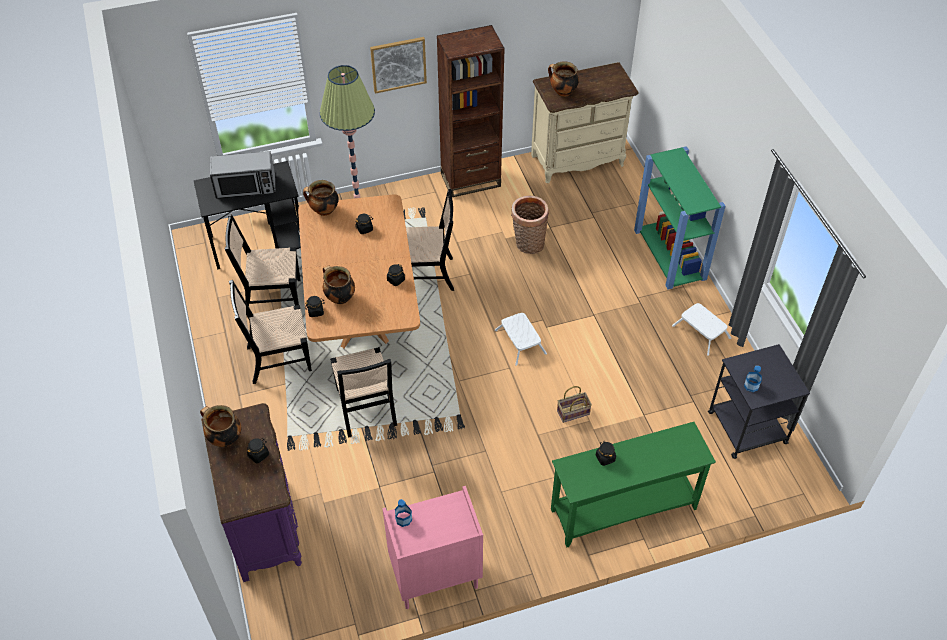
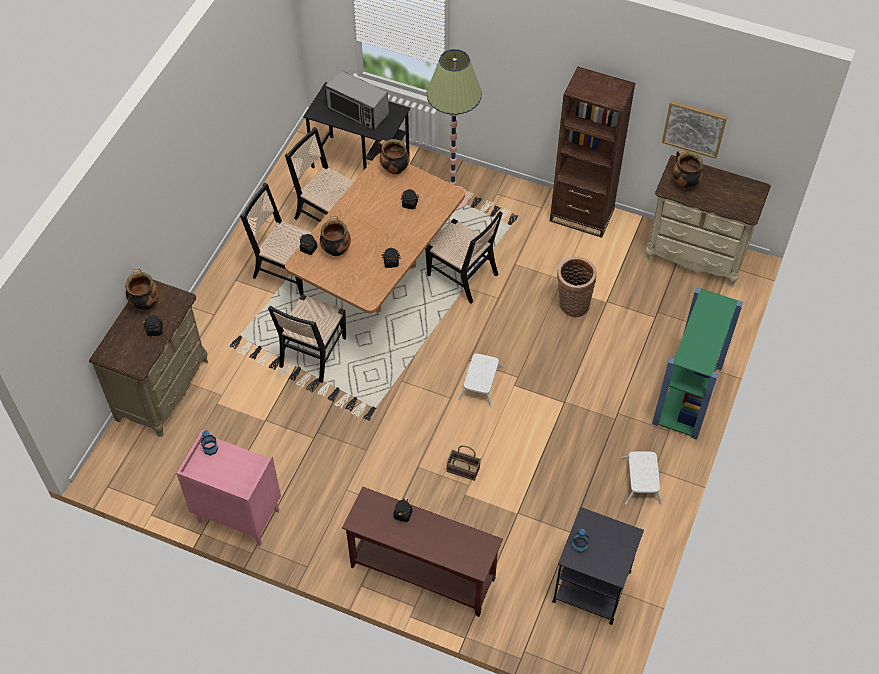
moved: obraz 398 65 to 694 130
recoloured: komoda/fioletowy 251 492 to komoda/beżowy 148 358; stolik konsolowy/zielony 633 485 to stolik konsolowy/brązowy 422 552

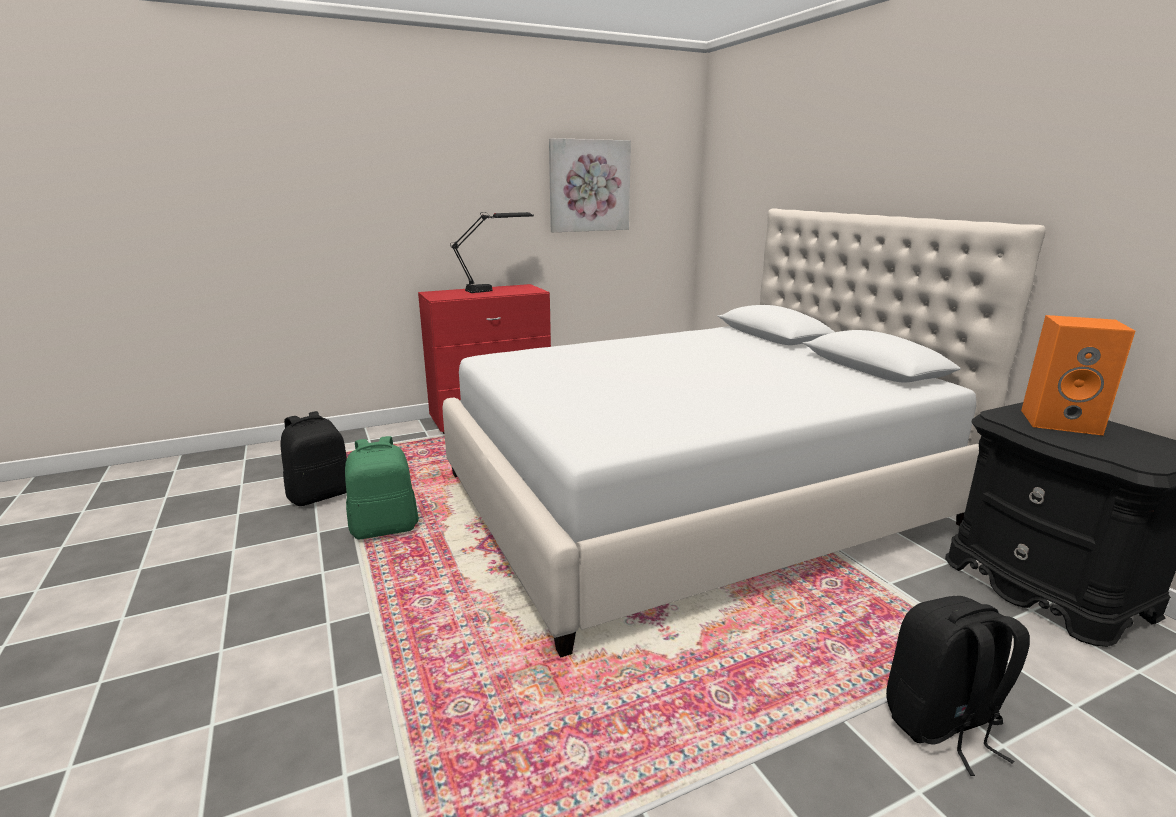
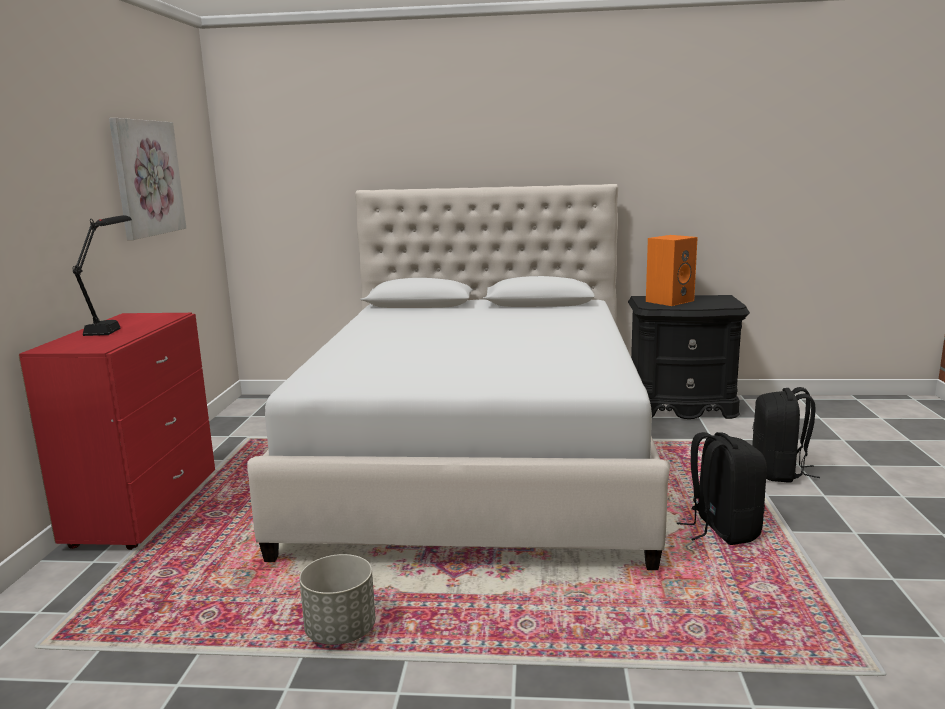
moved: plecak/czarny 314 458 to 722 488
replaced: plecak/zielony 382 488 to donica/szary 337 599

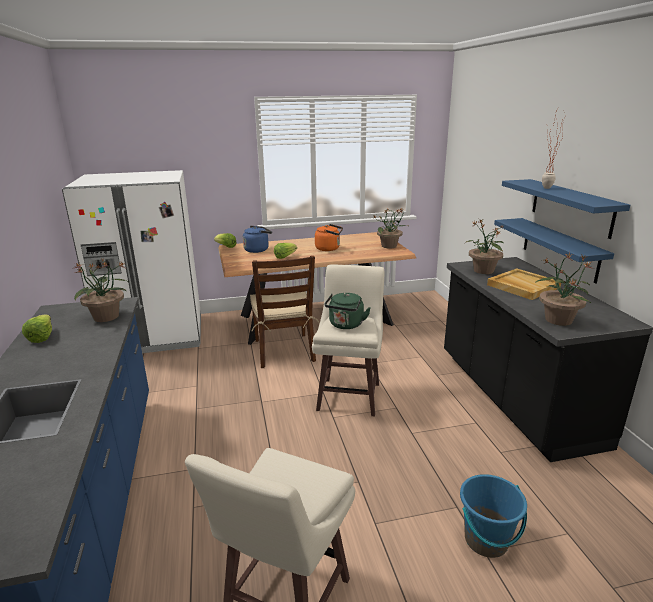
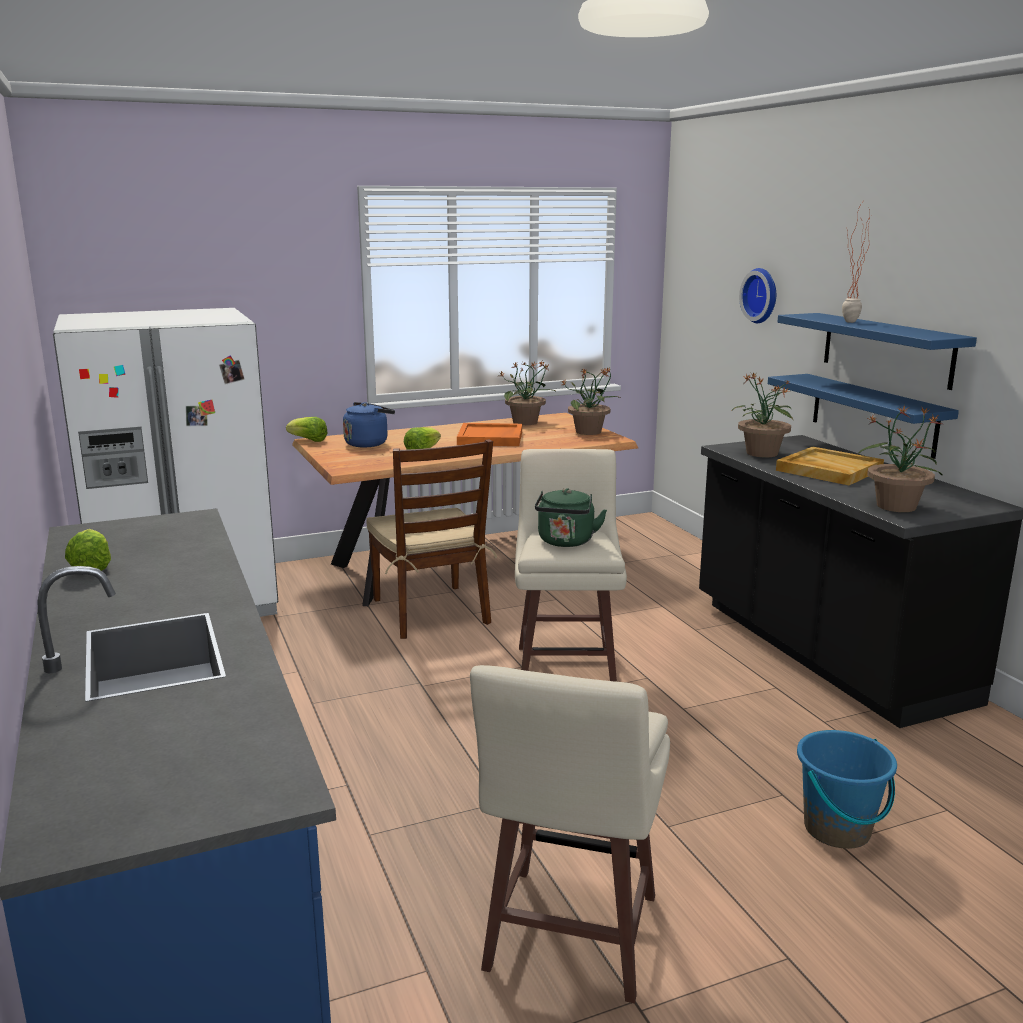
added: zegar ścienny 757 295
moved: roślina doniczkowa 100 290 to 528 393
replaced: czajnik/pomarańczowy 329 237 to taca/pomarańczowy 489 434

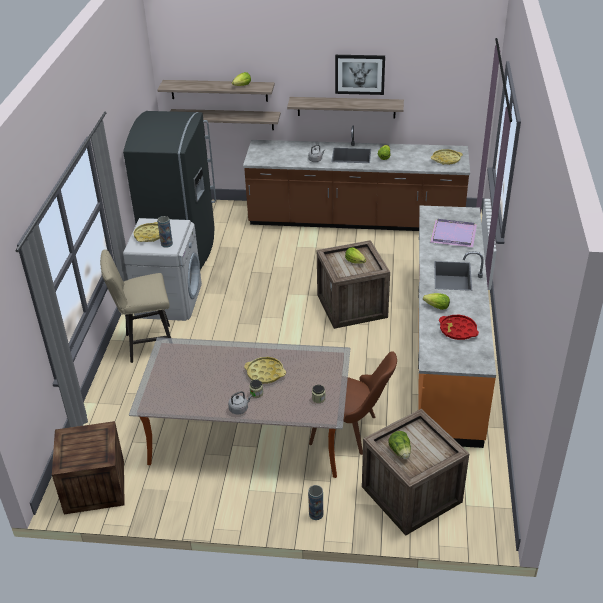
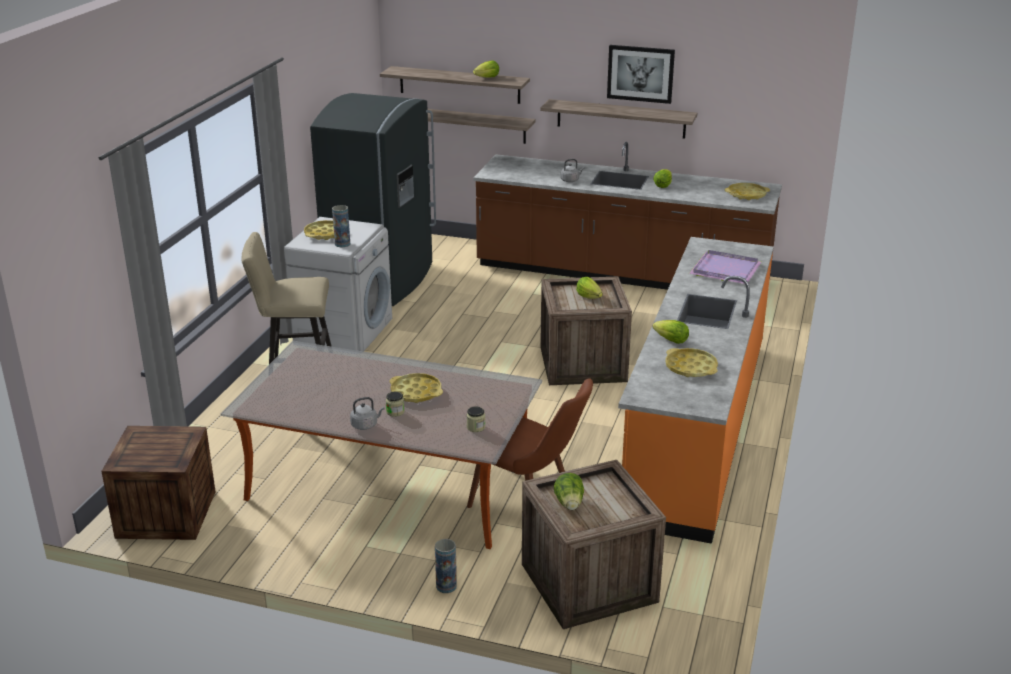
recoloured: taca/czerwony 459 327 to taca/żółty 691 362

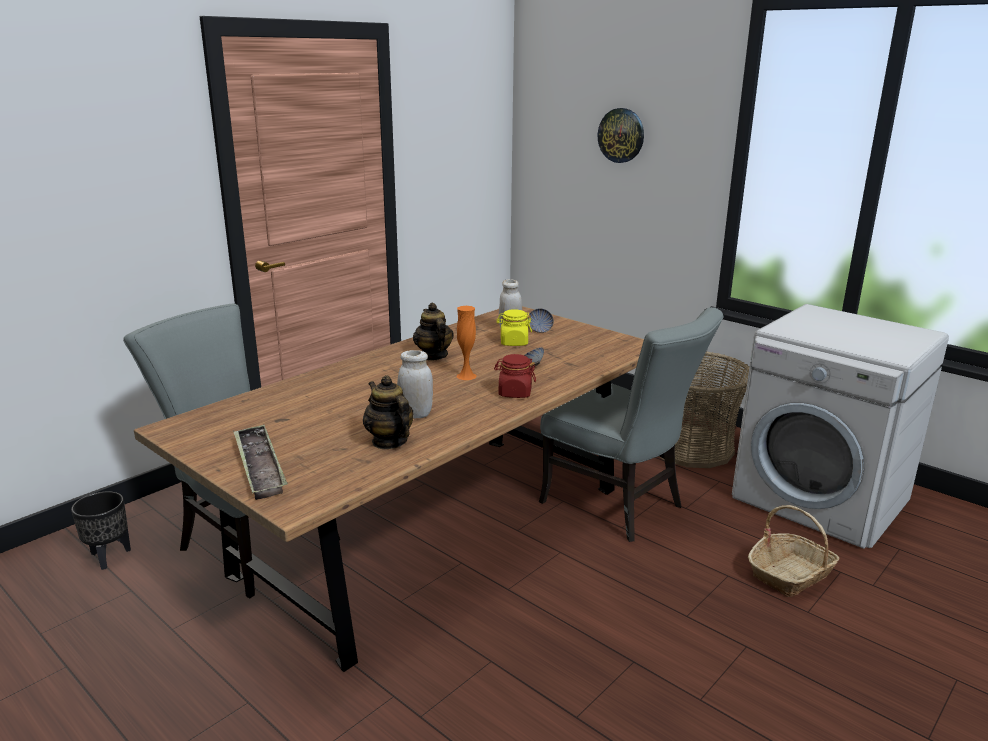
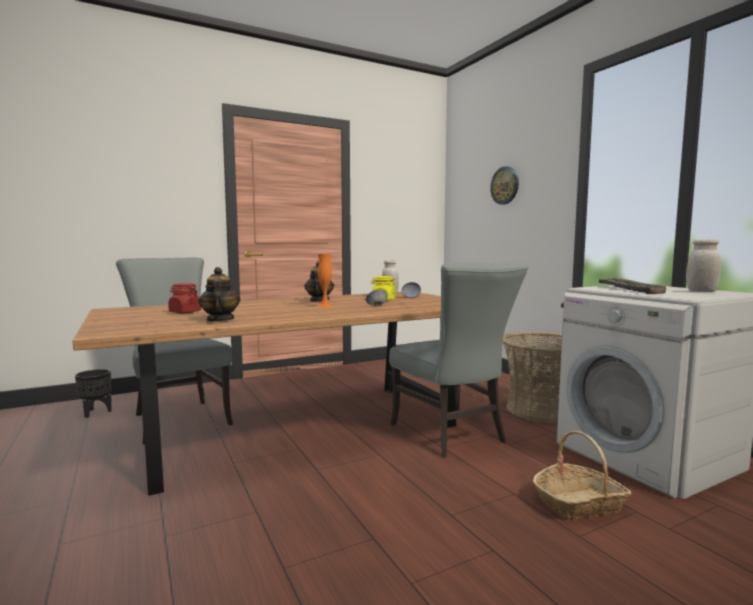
moved: taca 260 462 to 635 286; słoik/biały 415 384 to 703 265; słoik/czerwony 515 376 to 184 298

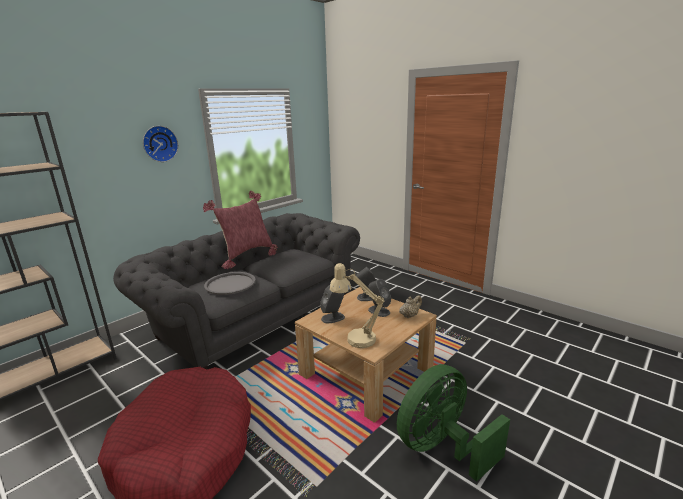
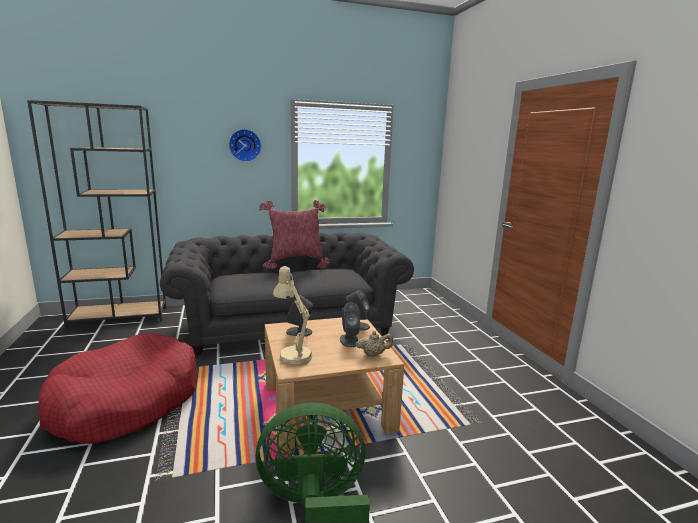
removed: taca/szary 229 283

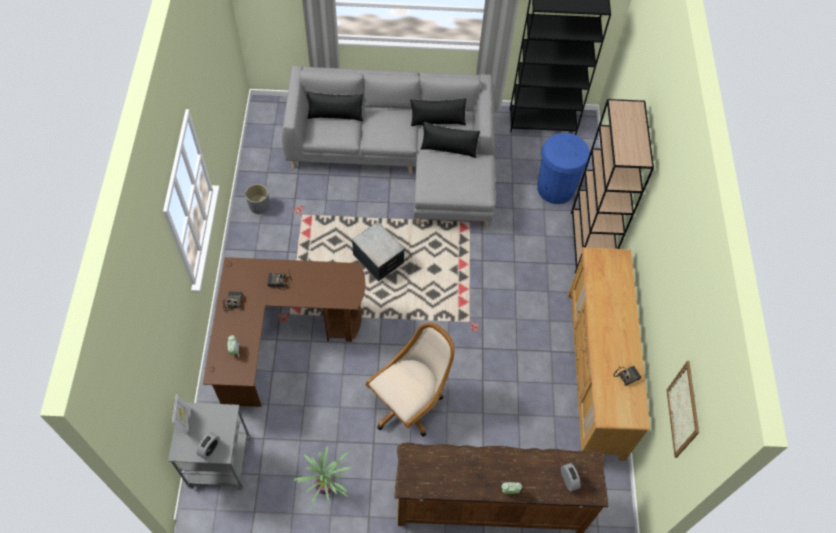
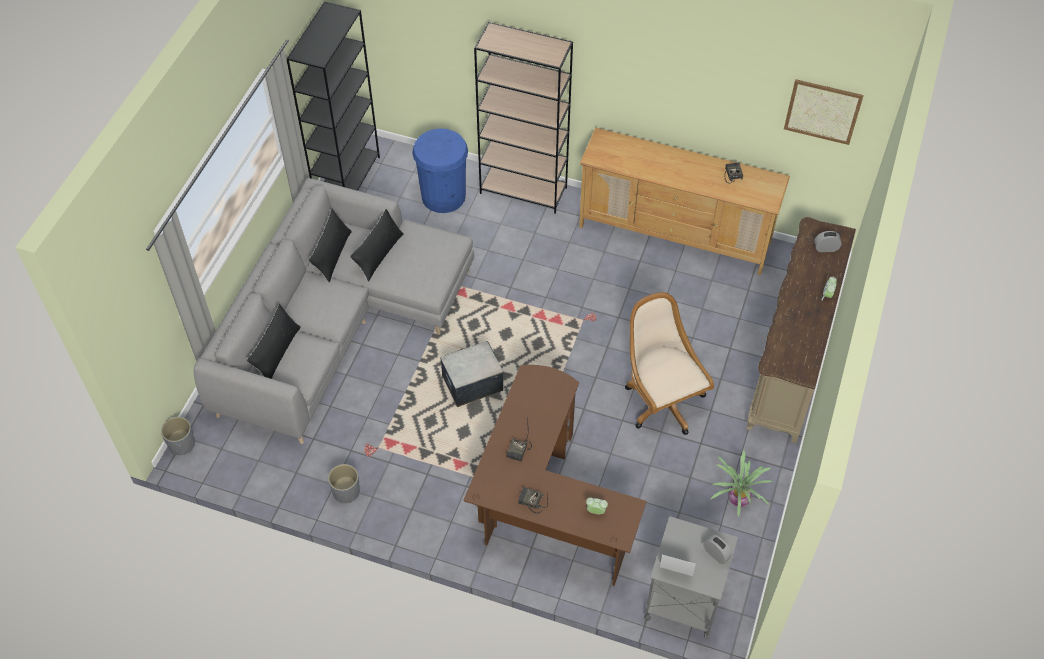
added: donica/szary 178 436

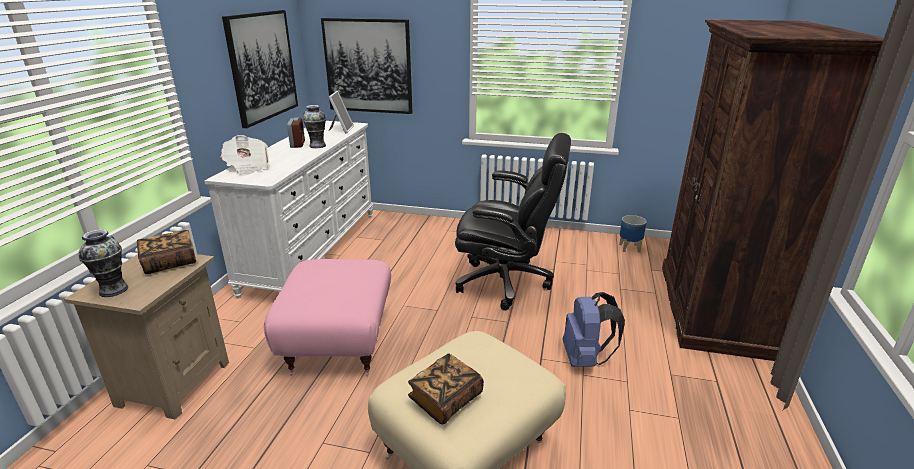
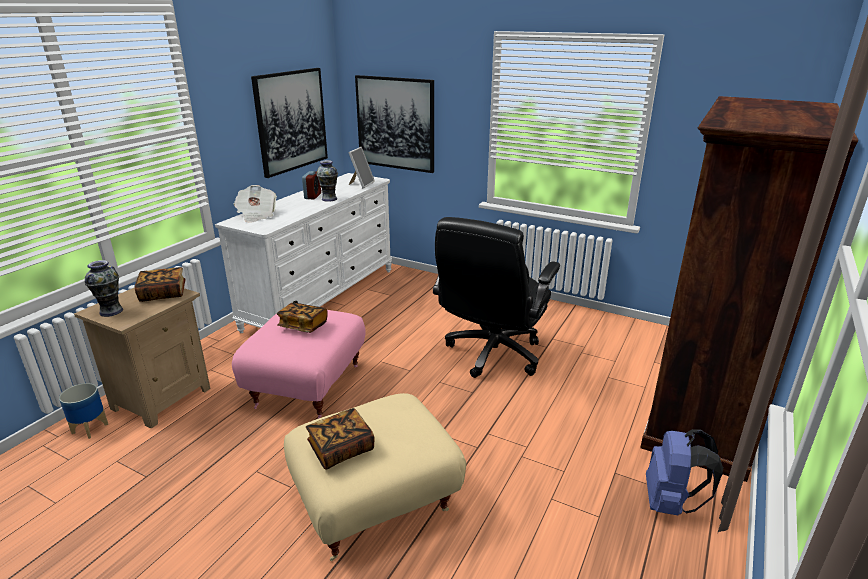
added: książka 302 318
moved: plecak/niebieski 594 329 to 684 472; donica 633 234 to 83 411
turned: krzesło biurowe/czarny 513 221 = 496 297 90 degrees clockwise

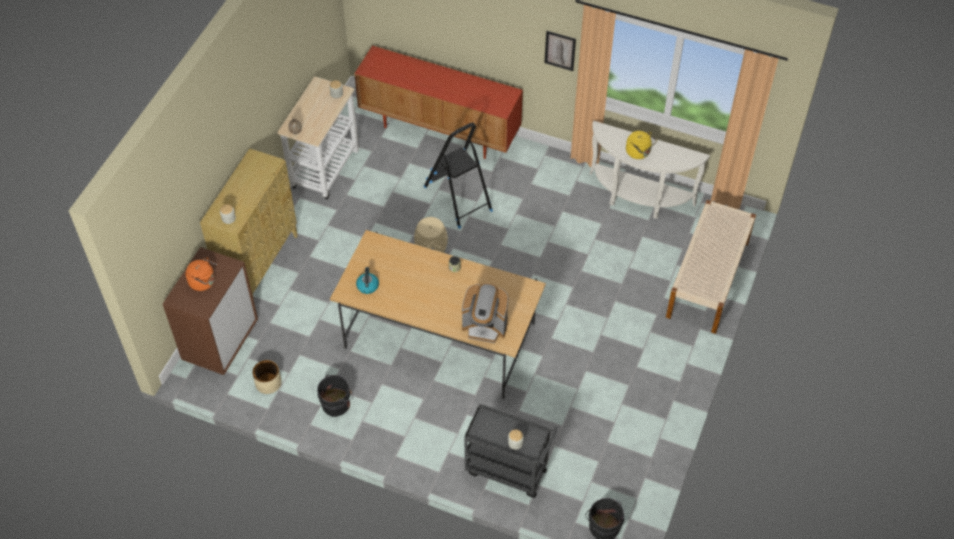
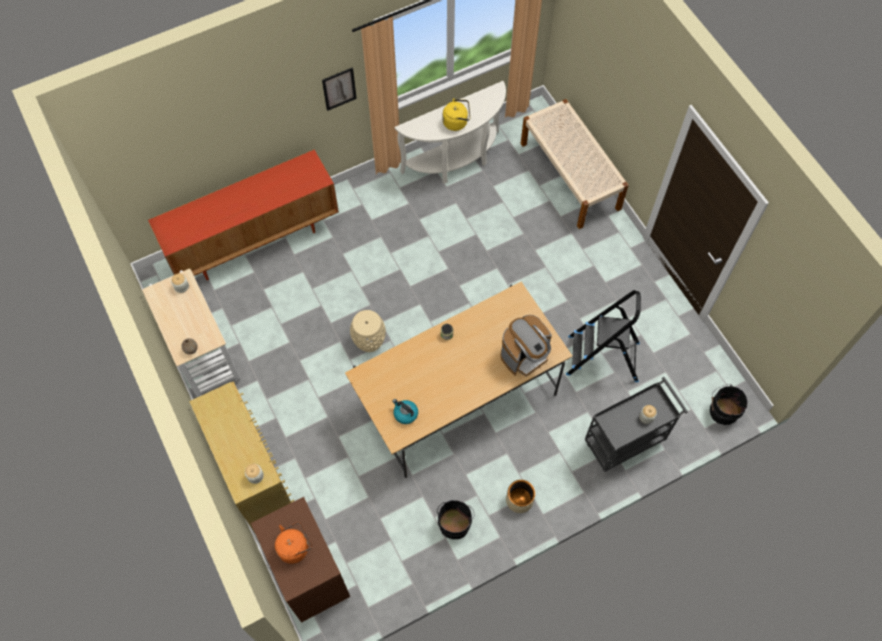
moved: donica/beżowy 267 377 to 520 496; drabinka/czarny 458 176 to 603 336

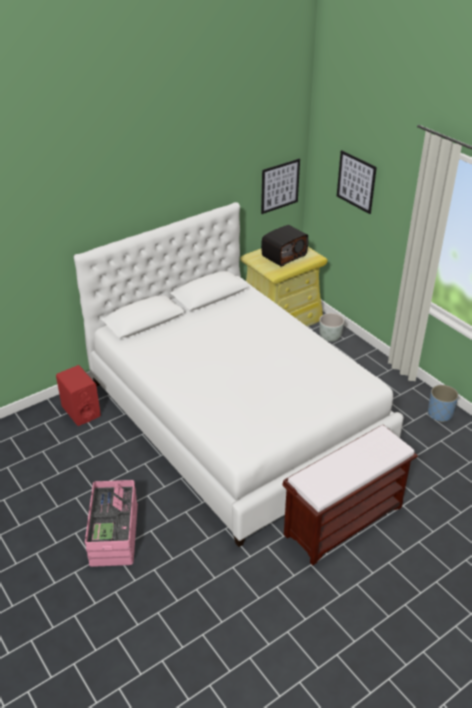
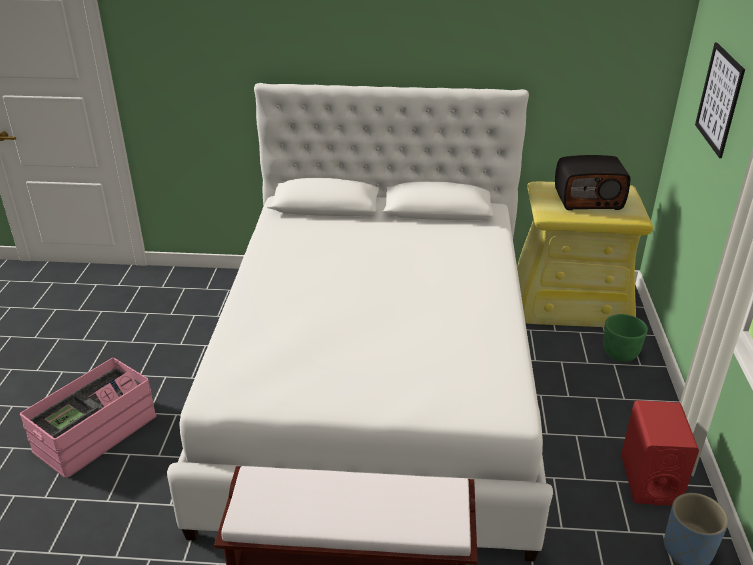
removed: obraz 280 186
moved: głośnik/czerwony 78 395 to 660 453
recoloured: donica/szary 332 327 to donica/zielony 625 338

